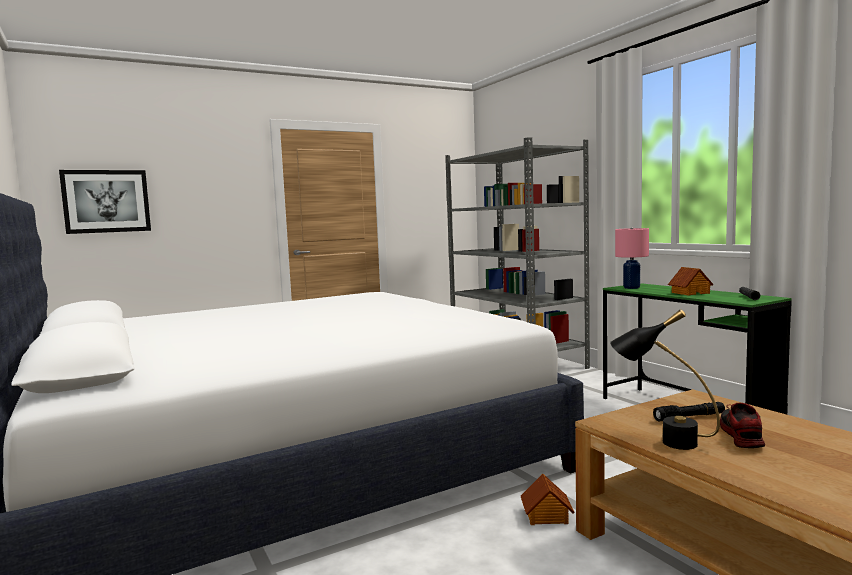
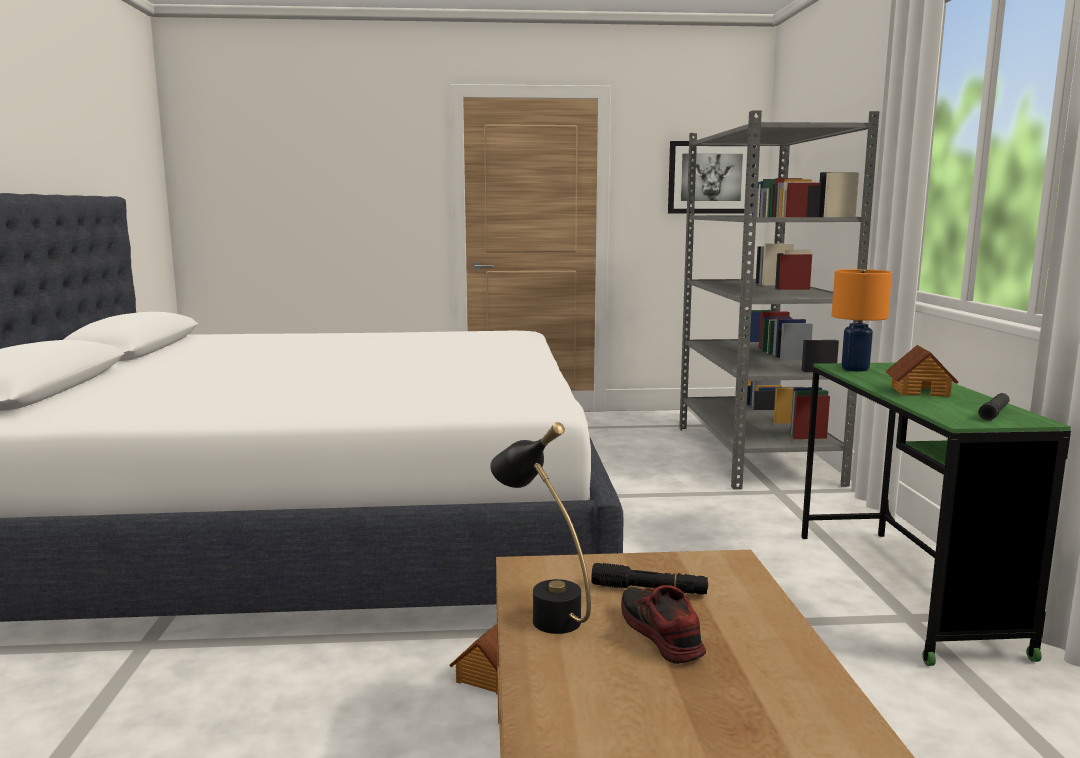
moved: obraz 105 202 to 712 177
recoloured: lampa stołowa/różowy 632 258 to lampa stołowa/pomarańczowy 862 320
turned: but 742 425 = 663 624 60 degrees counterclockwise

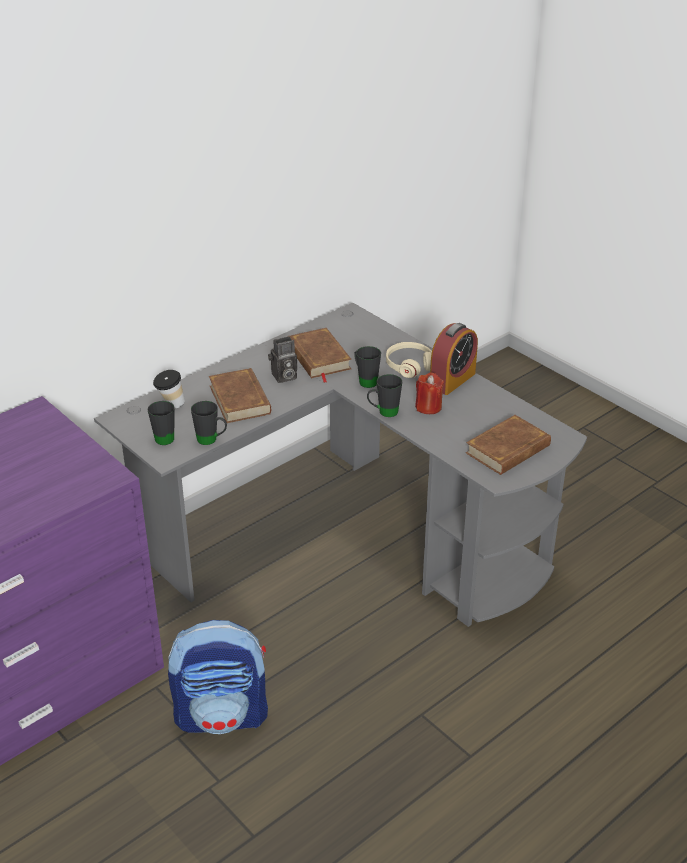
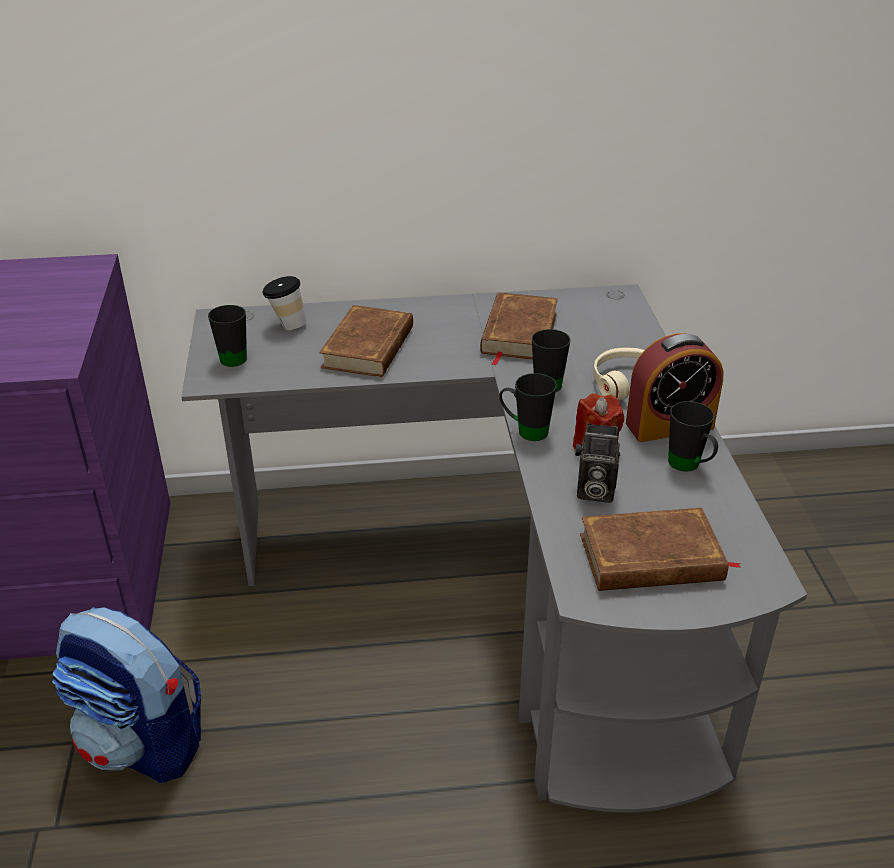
moved: kubek/czarny 209 423 to 693 436; aparat fotograficzny 282 359 to 597 463

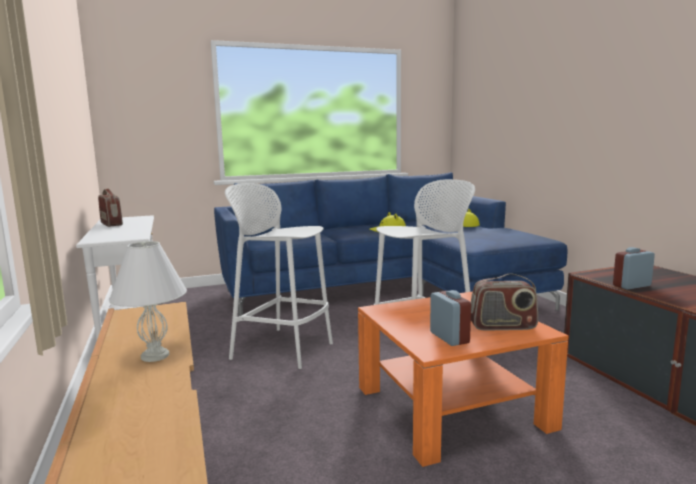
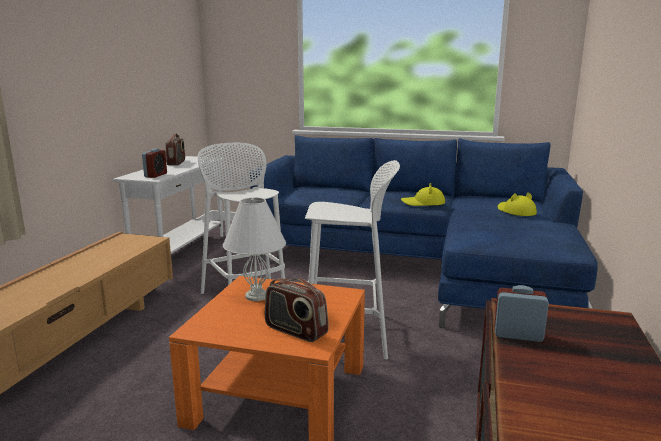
moved: lampa stołowa/biały 148 301 to 254 249; budzik 450 318 to 154 163

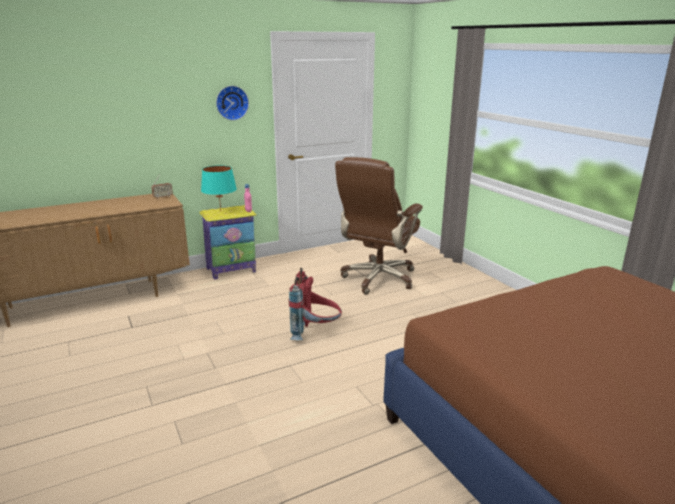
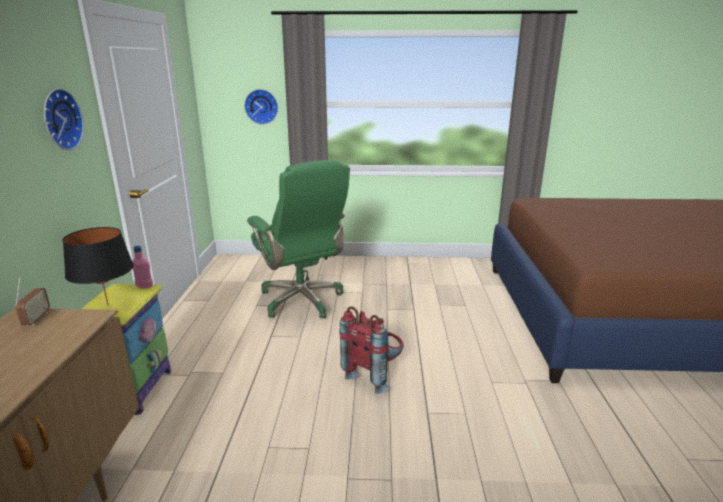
added: zegar ścienny 261 107
recoloured: lampa stołowa/turkusowy 219 189 to lampa stołowa/czarny 98 266; krzesło biurowe/brązowy 379 226 to krzesło biurowe/zielony 298 239

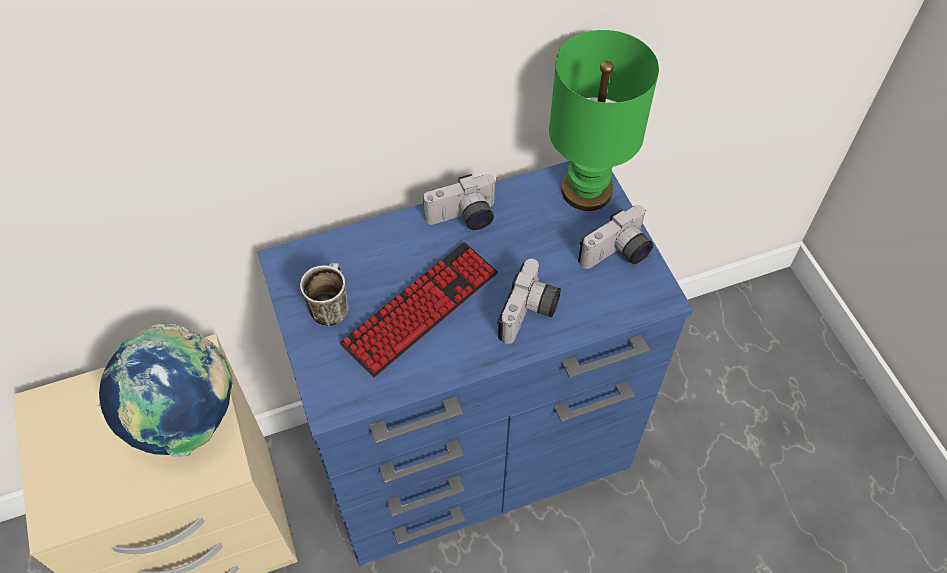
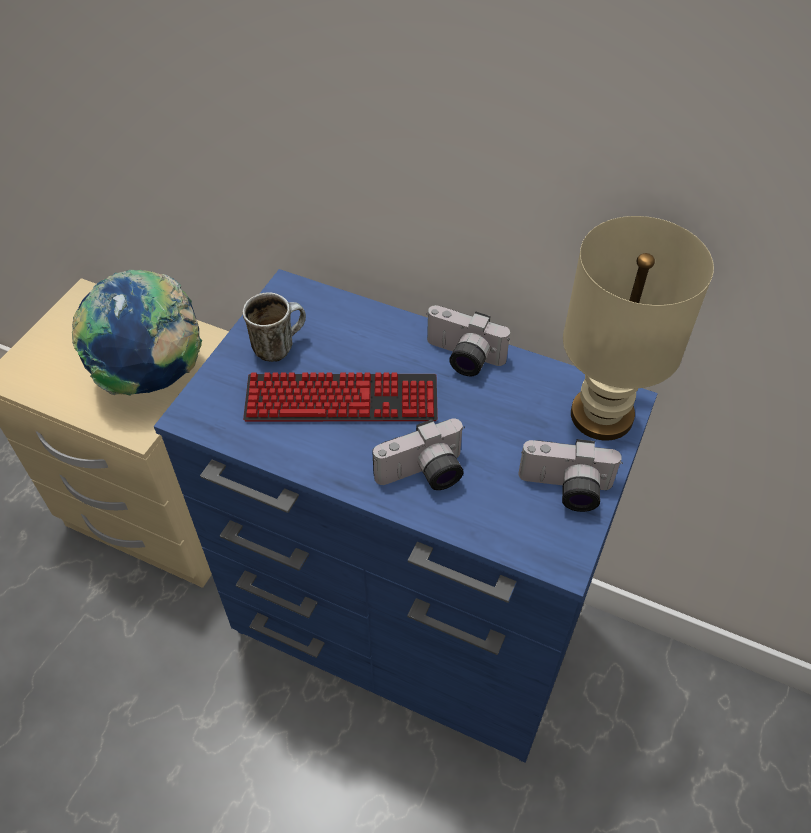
recoloured: lampa stołowa/zielony 604 120 to lampa stołowa/beżowy 638 328

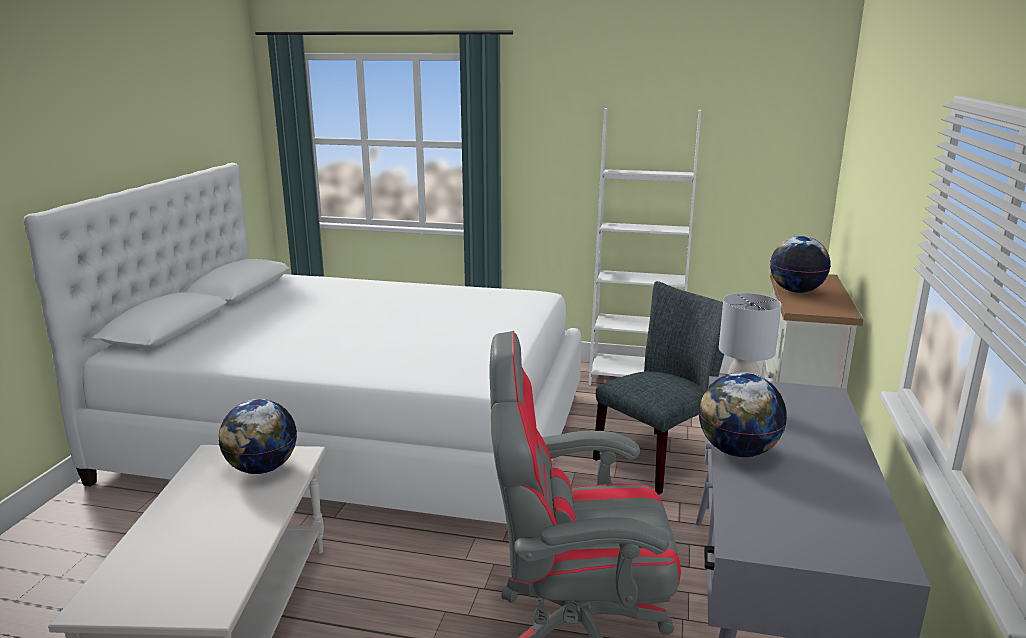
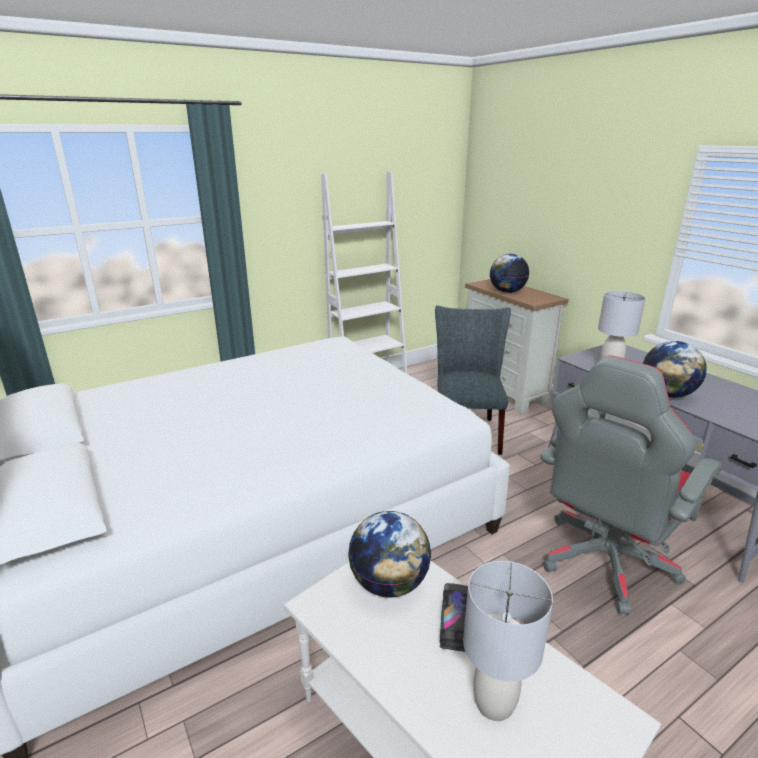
added: ciężarówka zabawkowa 454 617; lampa stołowa/szary 508 641

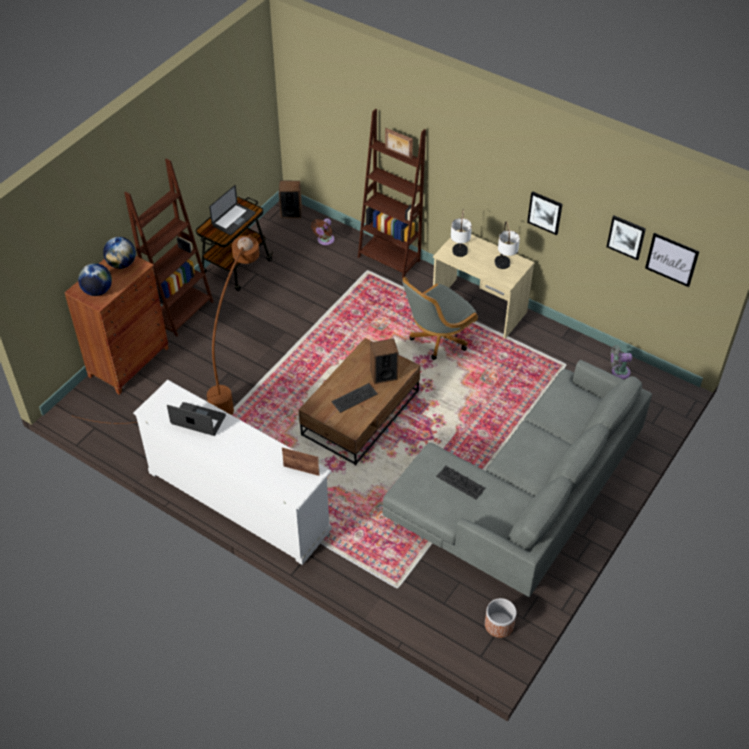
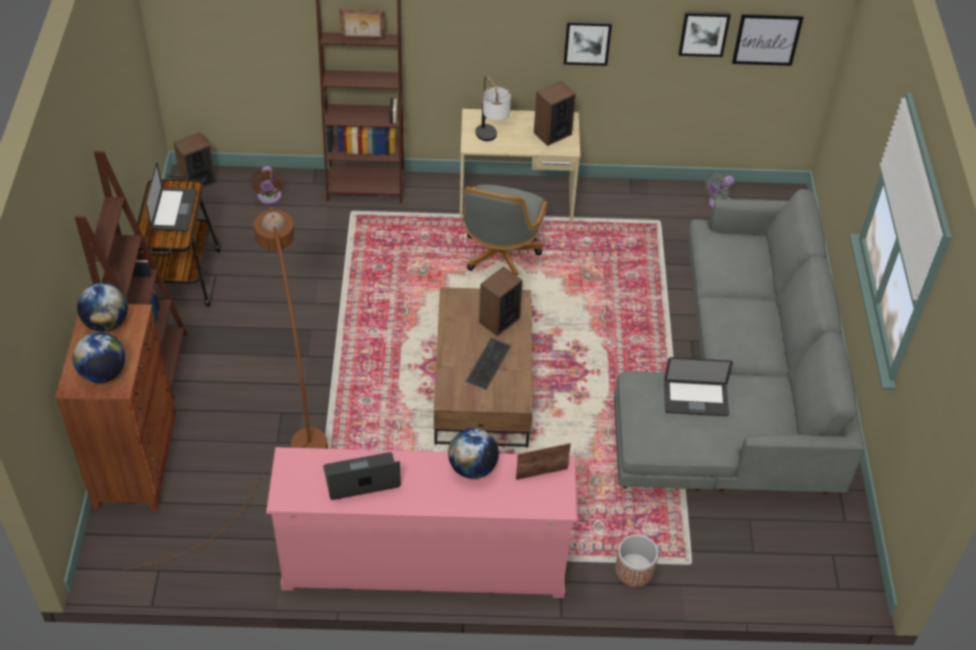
added: globus 473 453
moved: donica 501 618 to 636 560
replaced: klawiatura 461 483 to laptop 698 386; lampa stołowa 507 245 to głośnik 555 113
recoloured: szafka/biały 232 472 to szafka/różowy 421 522

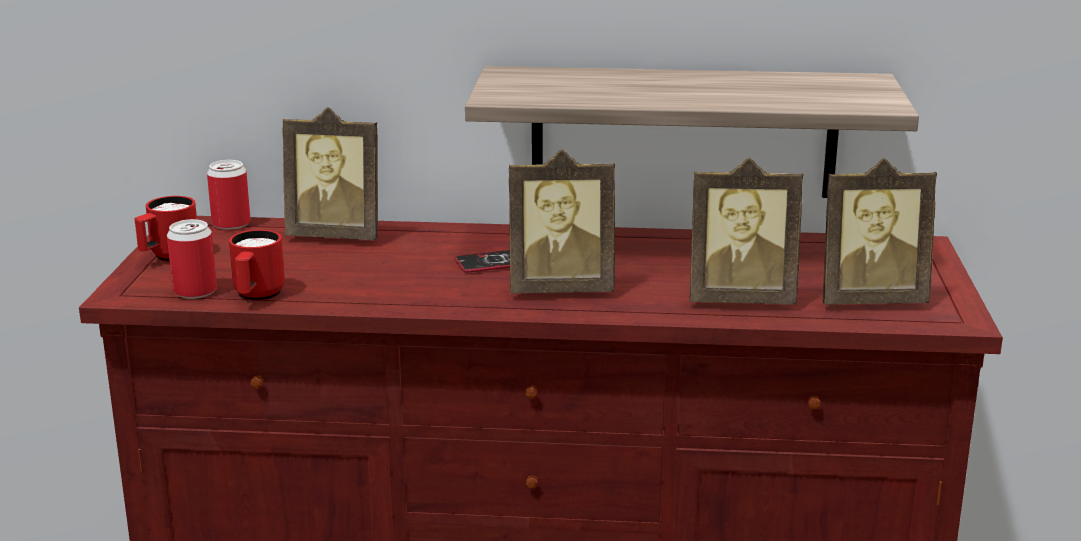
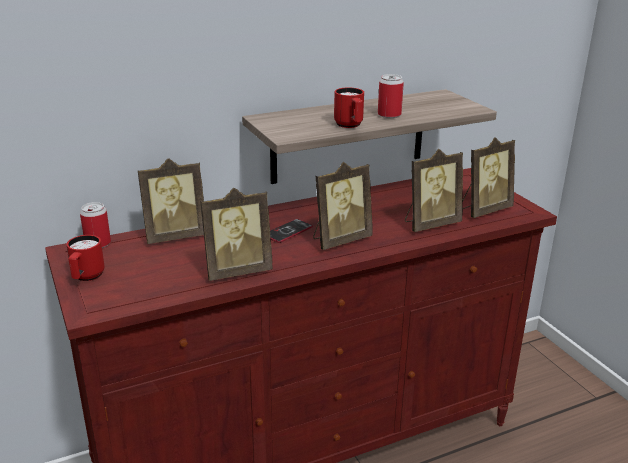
added: ramka na zdjęcie 236 234
moved: puszka 192 259 to 391 96; kubek/czerwony 257 265 to 349 108

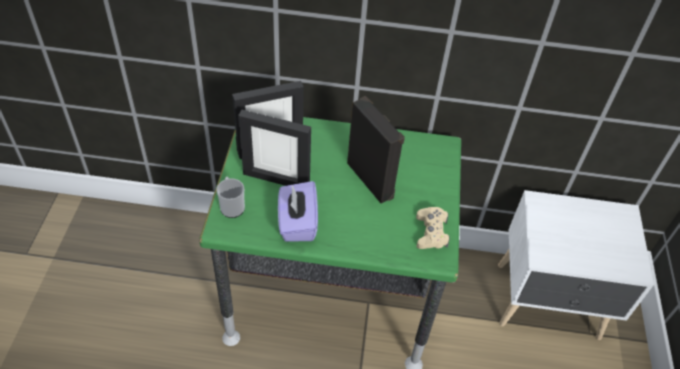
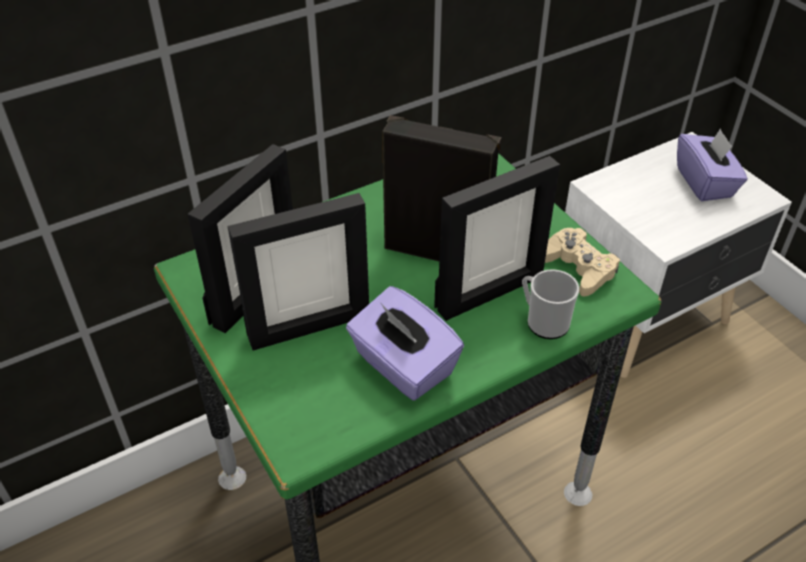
added: ramka na zdjęcie 497 238; pudełko chusteczek/fioletowy 712 164
moved: kubek 230 197 to 550 304

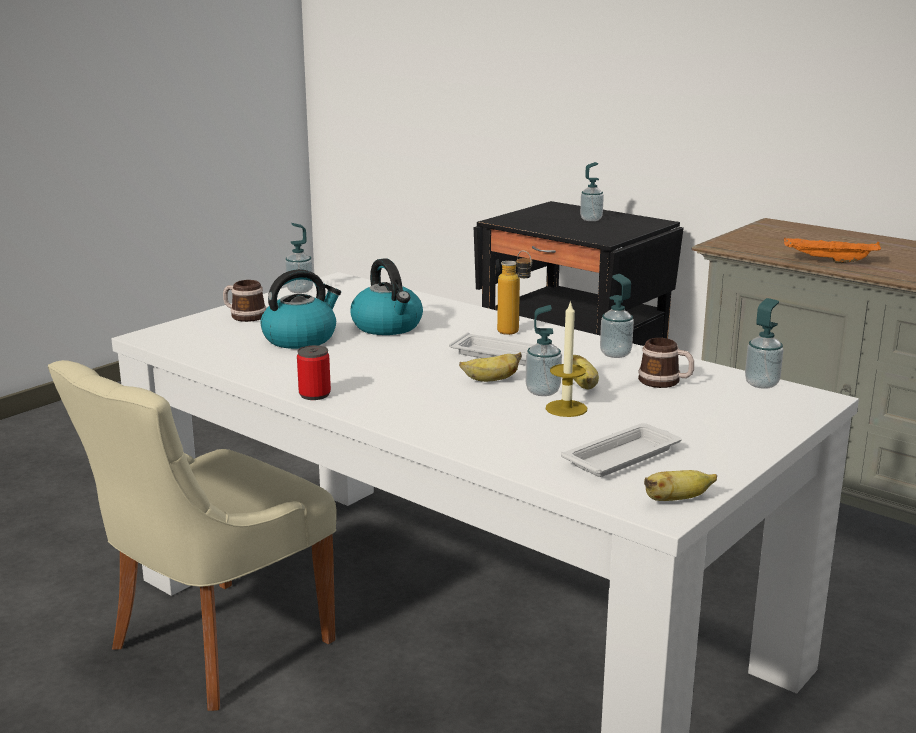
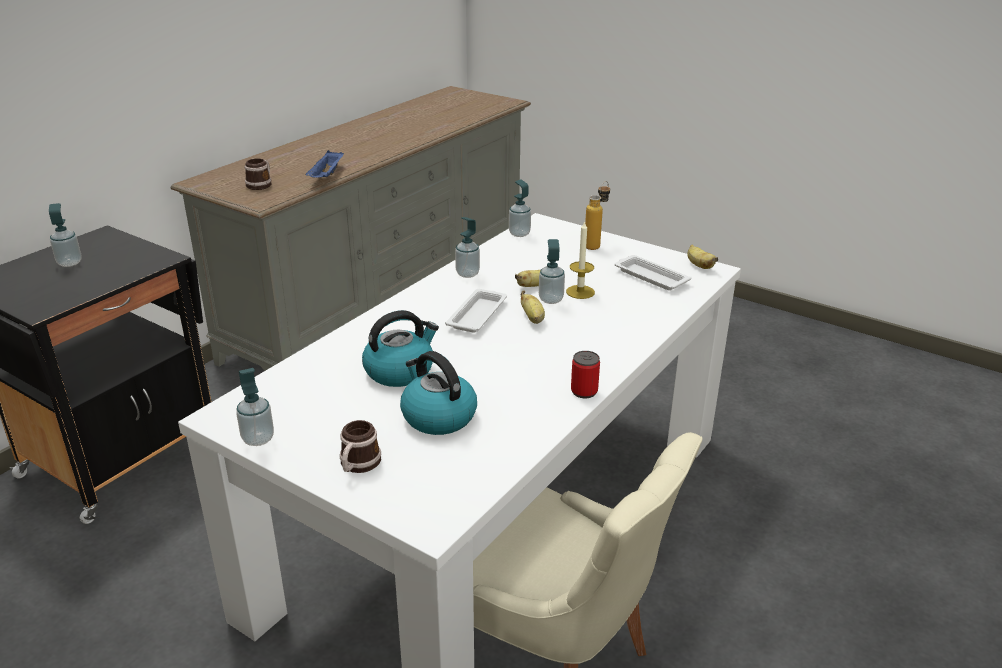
moved: butelka 514 292 to 597 215; kubek 666 363 to 258 174
recoloured: taca/pomarańczowy 832 250 to taca/niebieski 324 164

